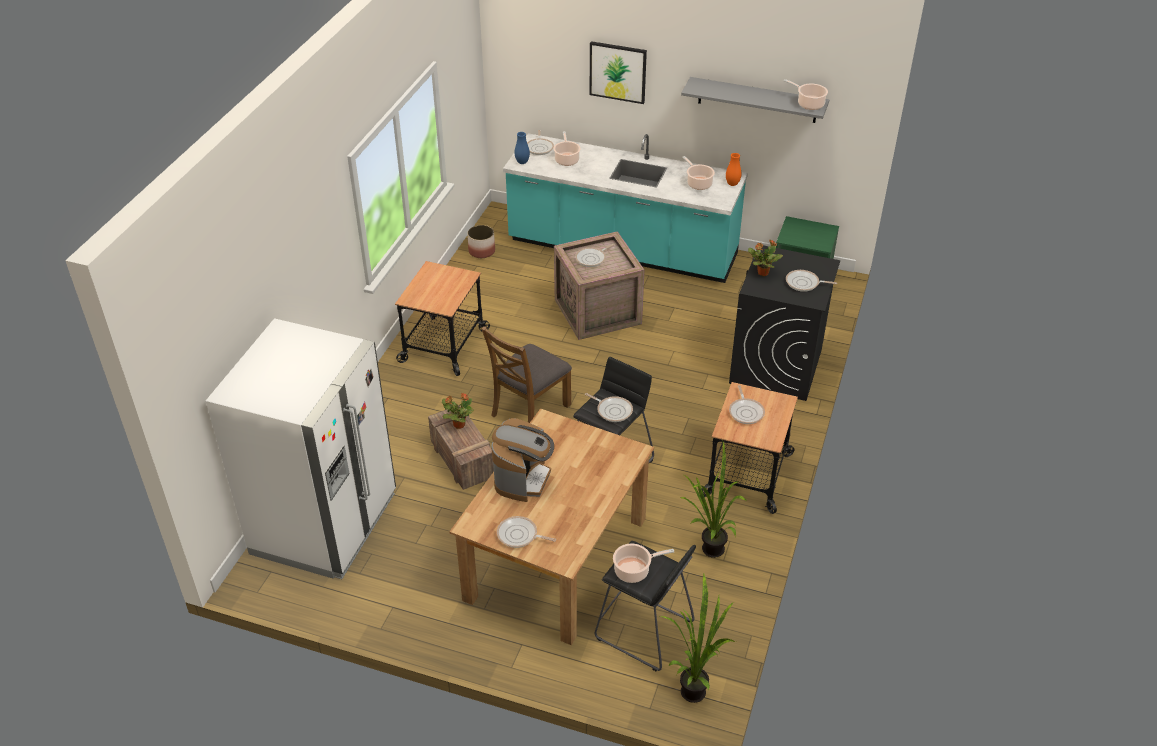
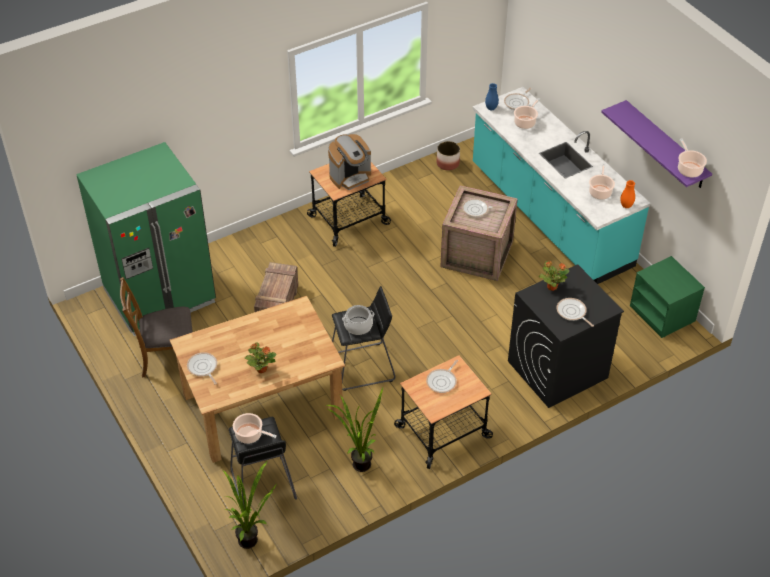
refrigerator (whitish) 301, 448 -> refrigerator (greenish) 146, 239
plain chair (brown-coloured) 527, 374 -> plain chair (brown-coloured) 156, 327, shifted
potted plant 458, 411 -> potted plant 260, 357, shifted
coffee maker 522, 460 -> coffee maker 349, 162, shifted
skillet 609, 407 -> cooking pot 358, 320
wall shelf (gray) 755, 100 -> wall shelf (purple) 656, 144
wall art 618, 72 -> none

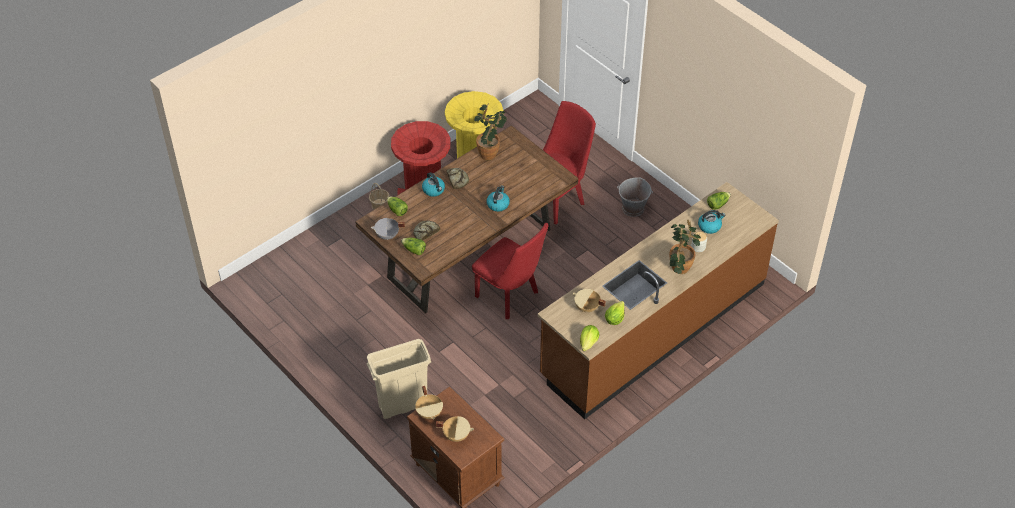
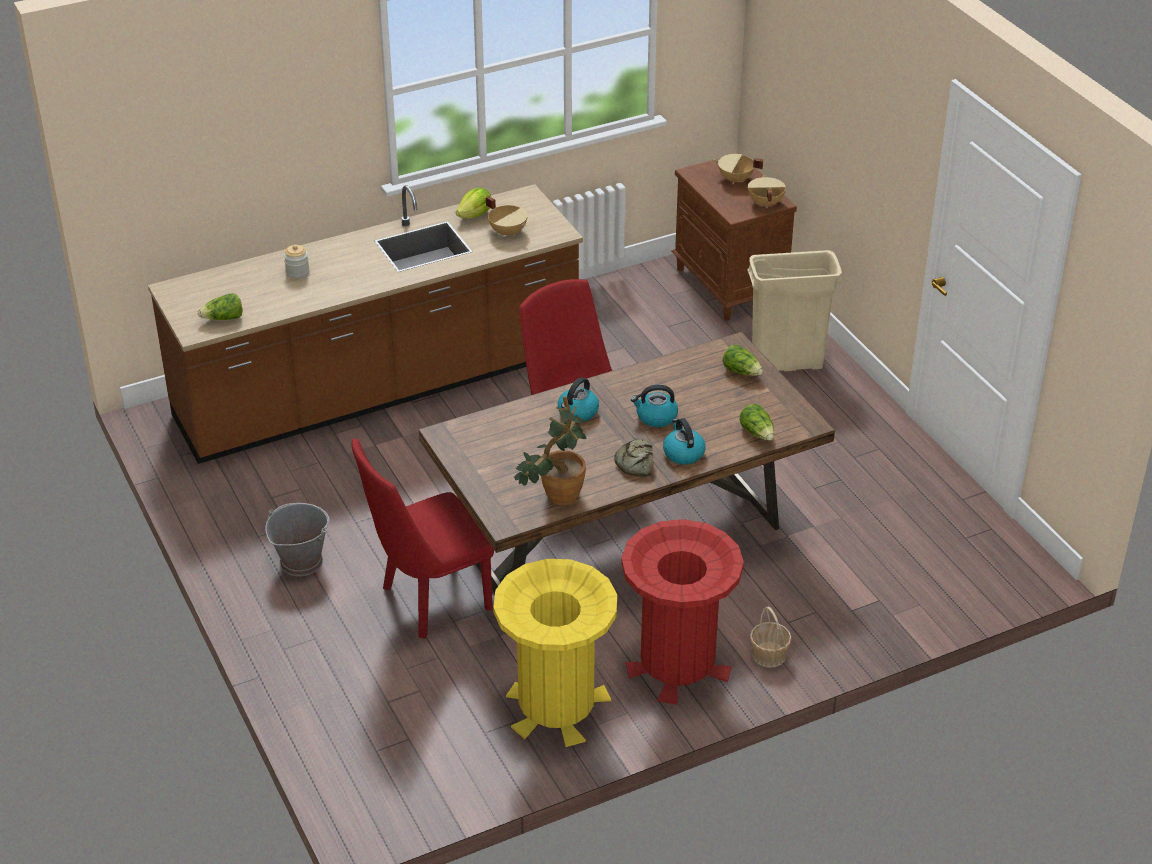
water kettle 711, 222 -> water kettle 654, 406, shifted
cooking pot (gray) 388, 229 -> none
bread 426, 230 -> none
lettuce head 589, 338 -> none
potted plant 685, 247 -> none

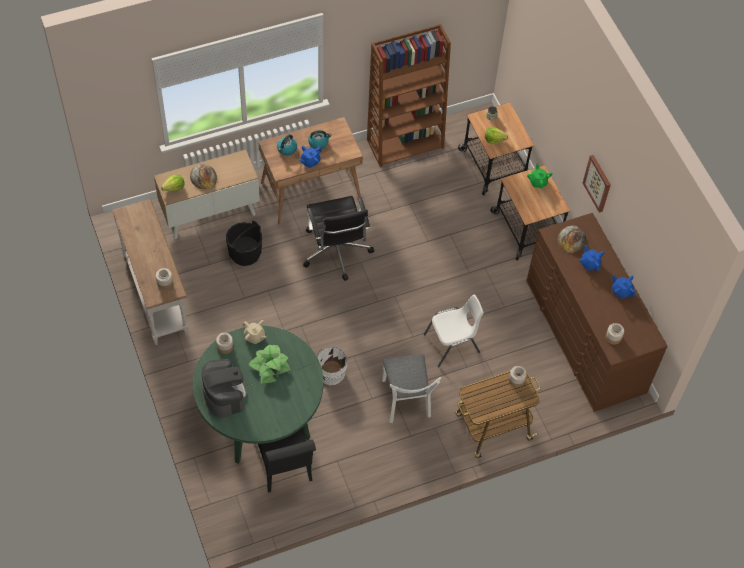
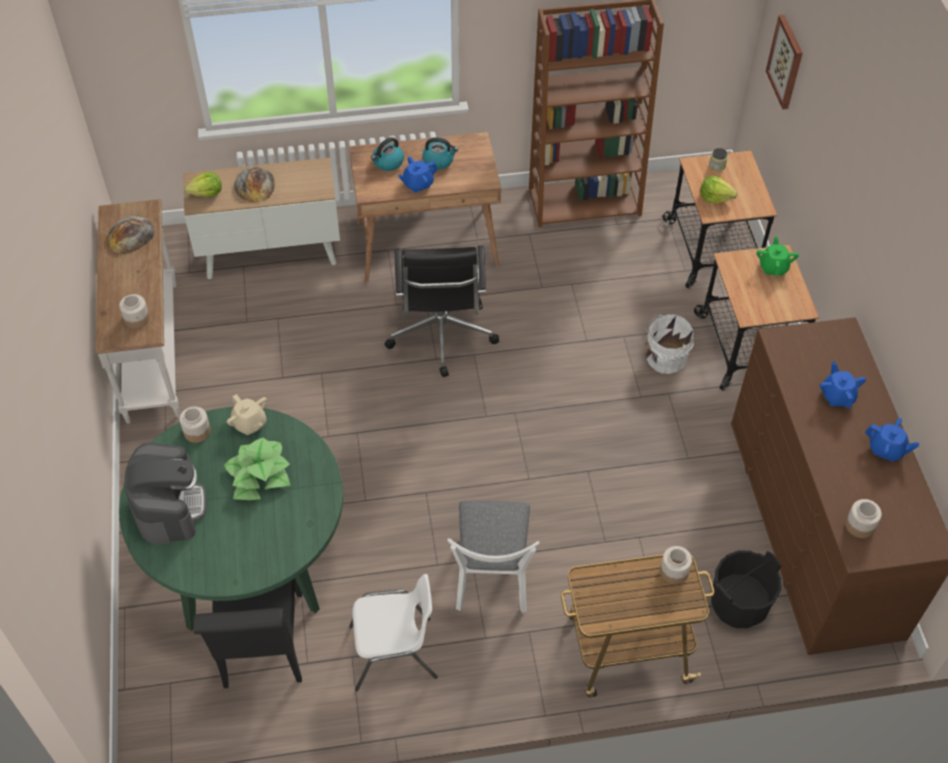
bread 572, 239 -> bread 130, 235, shifted
plain chair (whitish) 453, 330 -> plain chair (whitish) 393, 632, shifted
pail (whitish) 332, 366 -> pail (whitish) 668, 344, shifted
pail (black-coloured) 244, 243 -> pail (black-coloured) 746, 589, shifted
wall art 597, 184 -> wall art 784, 62, shifted
pot for tea (blue) 623, 287 -> pot for tea (blue) 892, 440, 150 degrees clockwise

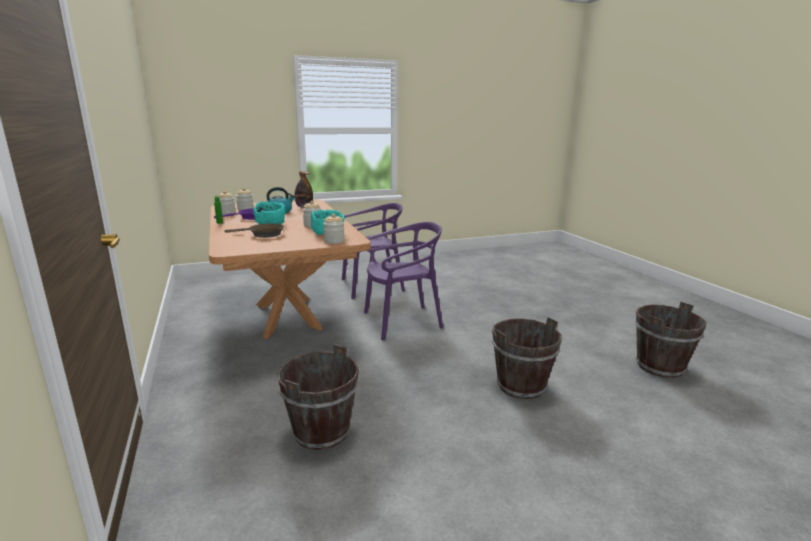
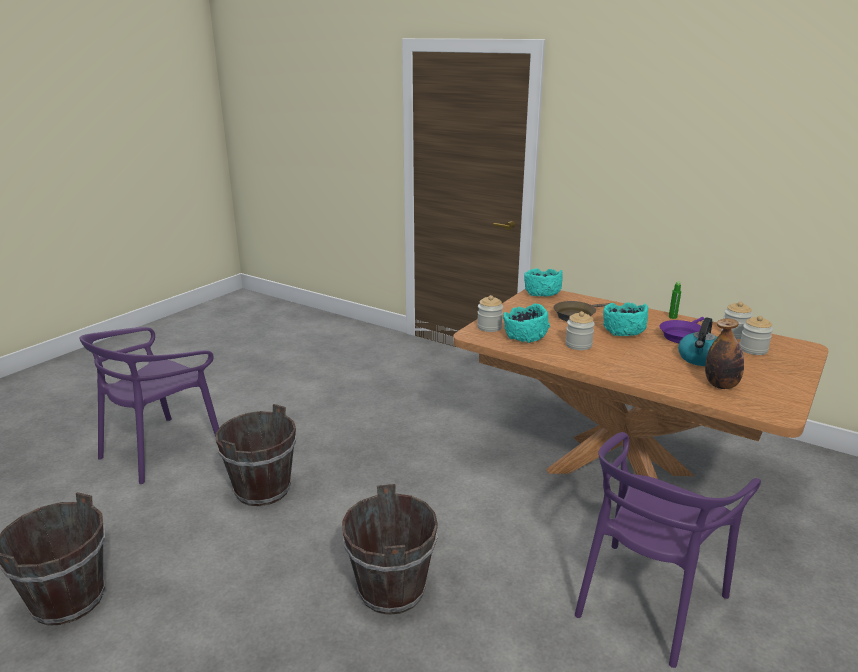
plain chair (purple) 403, 281 -> plain chair (purple) 149, 405, shifted
pail (brown-coloured) 318, 397 -> pail (brown-coloured) 390, 549, shifted
none -> deep dish (turquoise) 543, 282

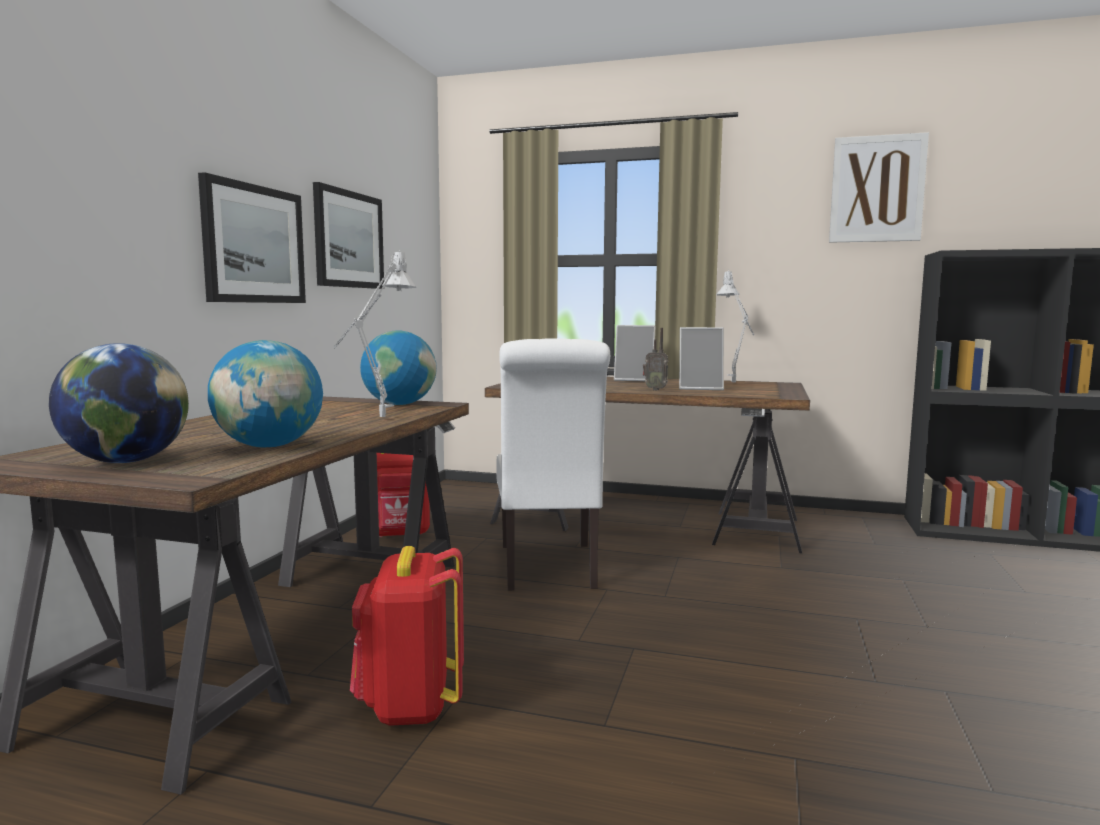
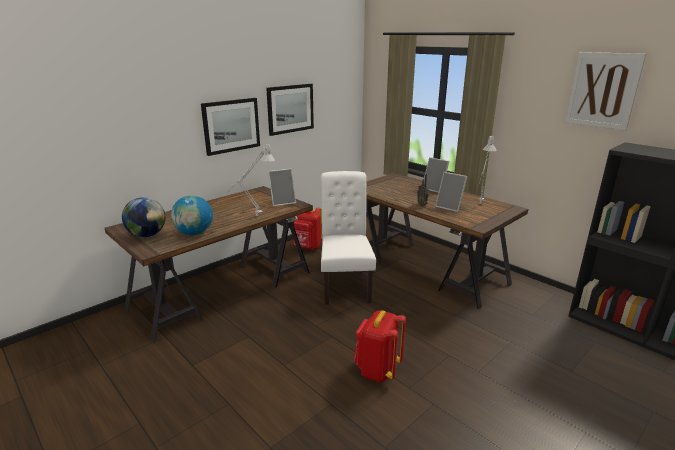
globe 398, 368 -> standing frame 282, 188
plain chair (whitish) 553, 464 -> plain chair (whitish) 348, 238, 150 degrees clockwise
backpack (red) 407, 636 -> backpack (red) 380, 346, shifted

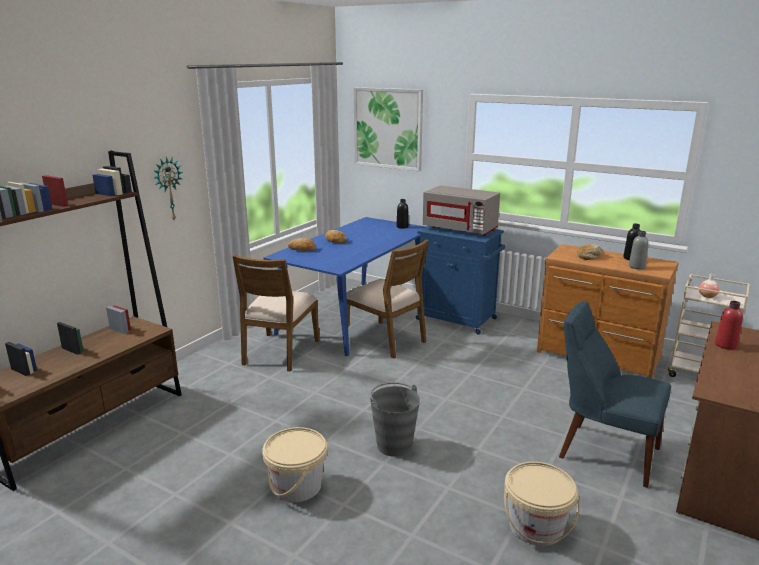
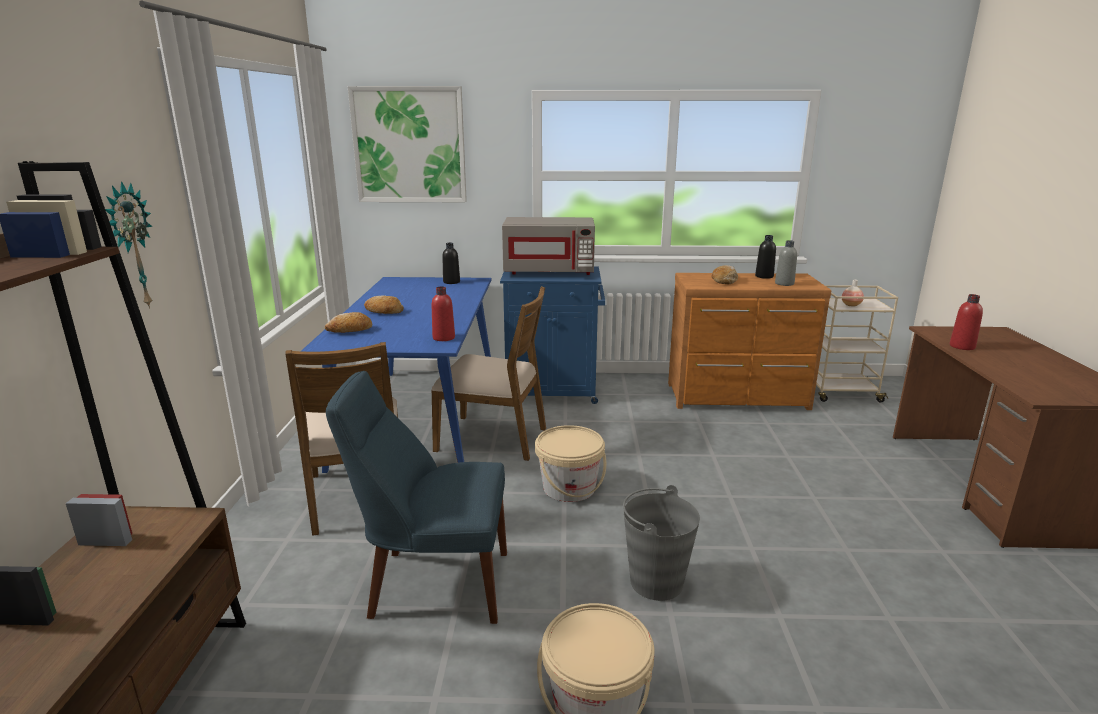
plain chair (blue) 615, 394 -> plain chair (blue) 416, 497, shifted
none -> drink bottle (red) 443, 313
pail (beige) 542, 504 -> pail (beige) 570, 463, shifted

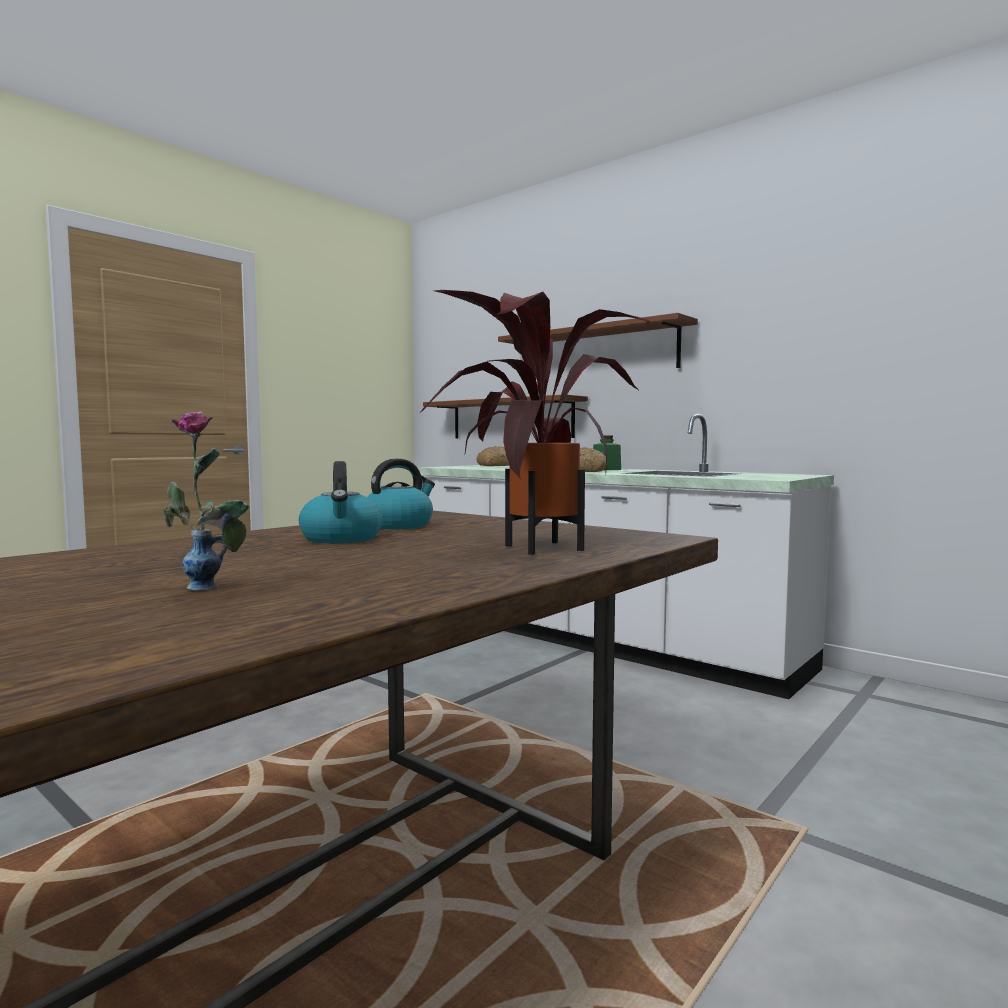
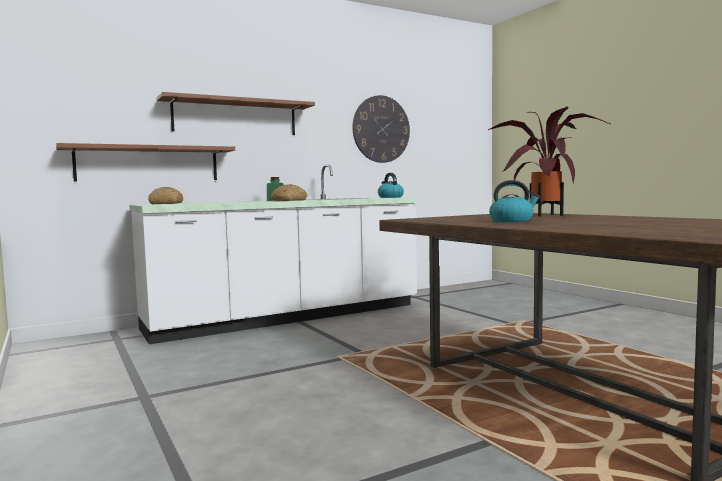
none -> hanging clock 381, 129
water kettle 401, 494 -> water kettle 391, 185, shifted
flower vase 206, 501 -> none

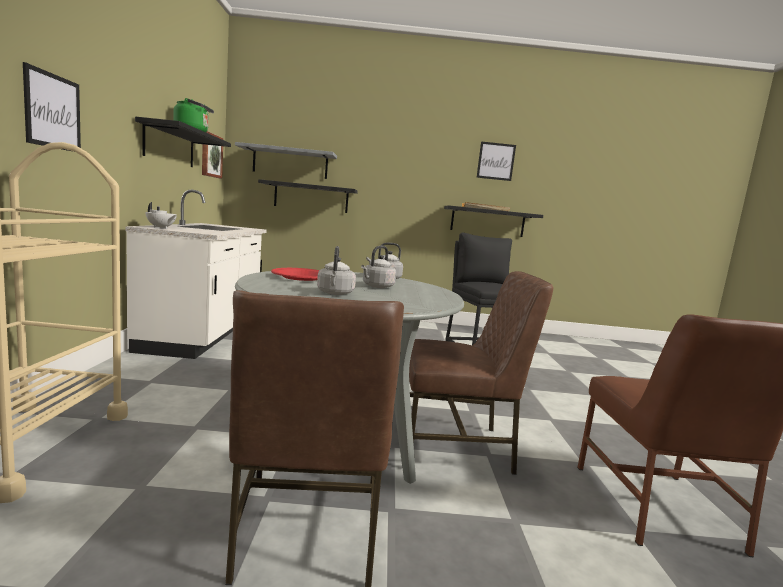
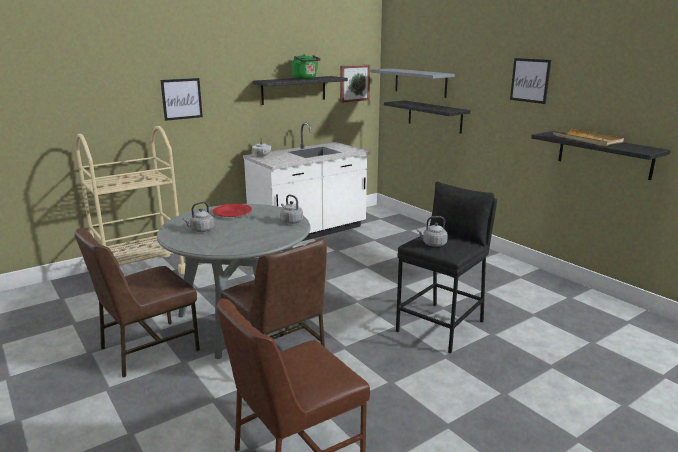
water kettle (gray) 378, 267 -> water kettle (gray) 432, 231, shifted
wall art 496, 161 -> wall art 530, 81, shifted

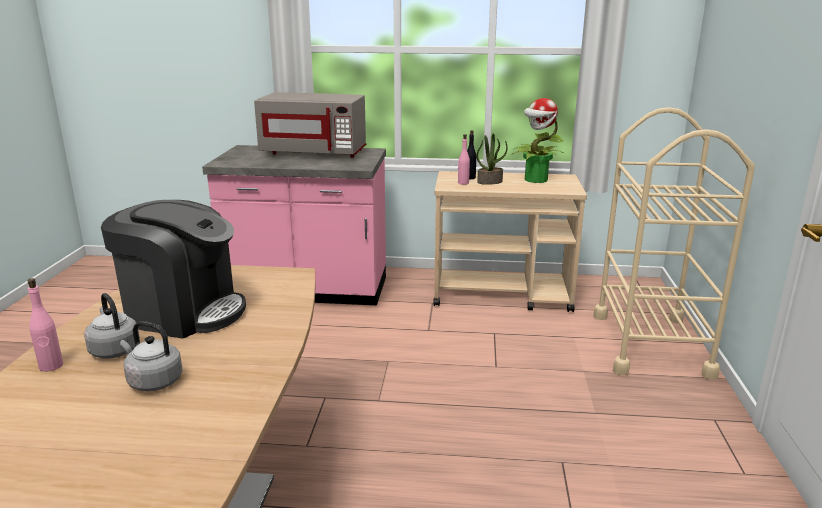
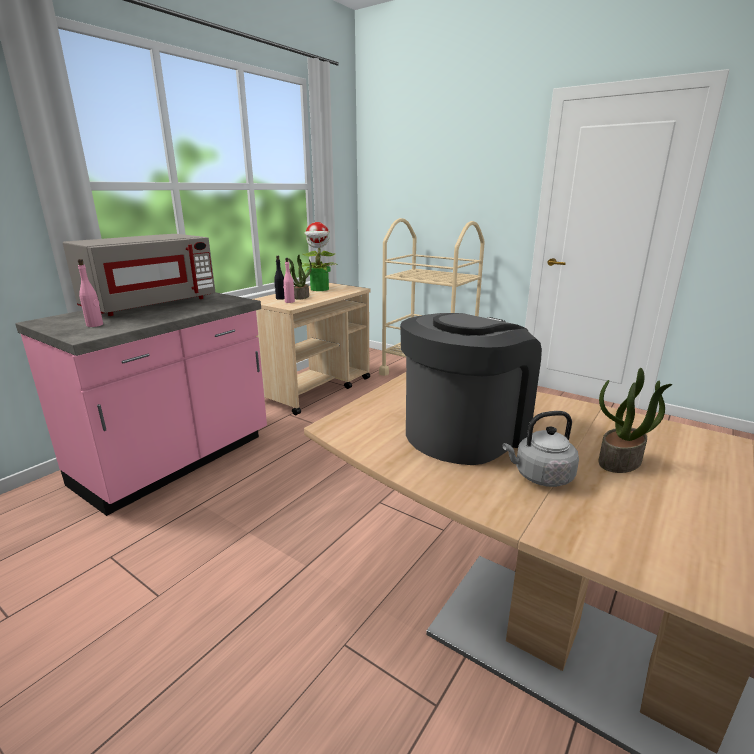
drink bottle (pinkish) 45, 325 -> drink bottle (pinkish) 90, 293, shifted
water kettle (gray) 151, 356 -> potted plant 635, 420

